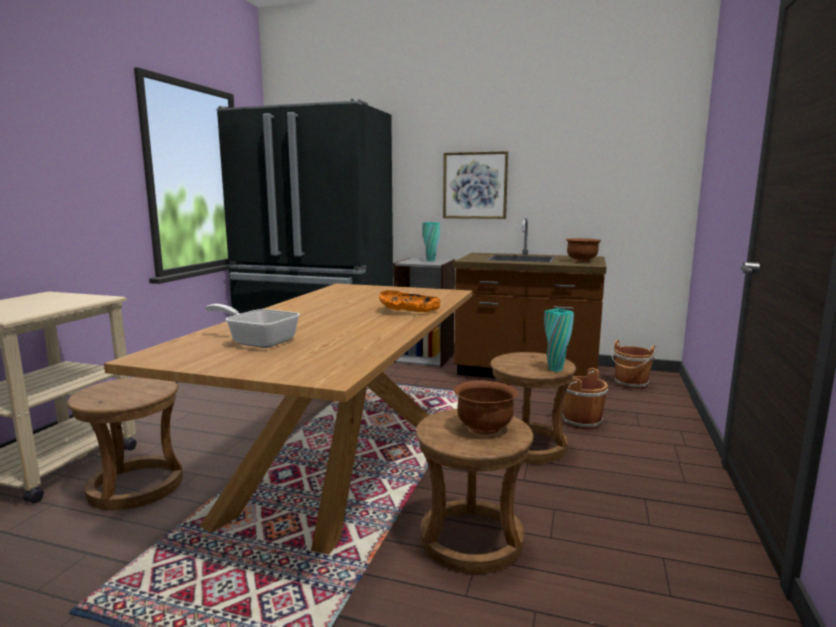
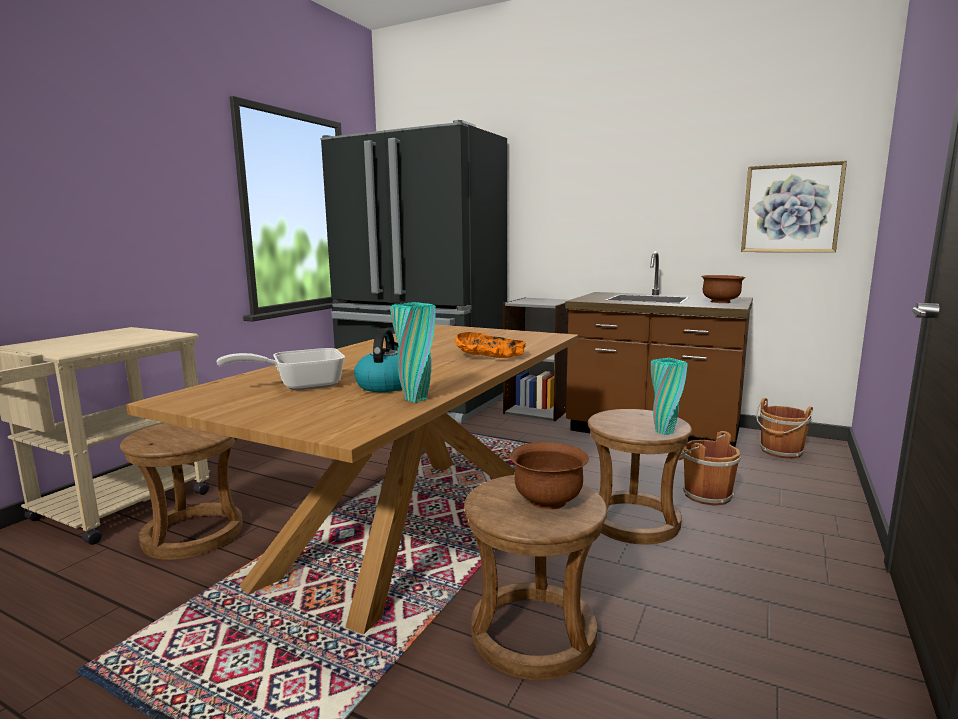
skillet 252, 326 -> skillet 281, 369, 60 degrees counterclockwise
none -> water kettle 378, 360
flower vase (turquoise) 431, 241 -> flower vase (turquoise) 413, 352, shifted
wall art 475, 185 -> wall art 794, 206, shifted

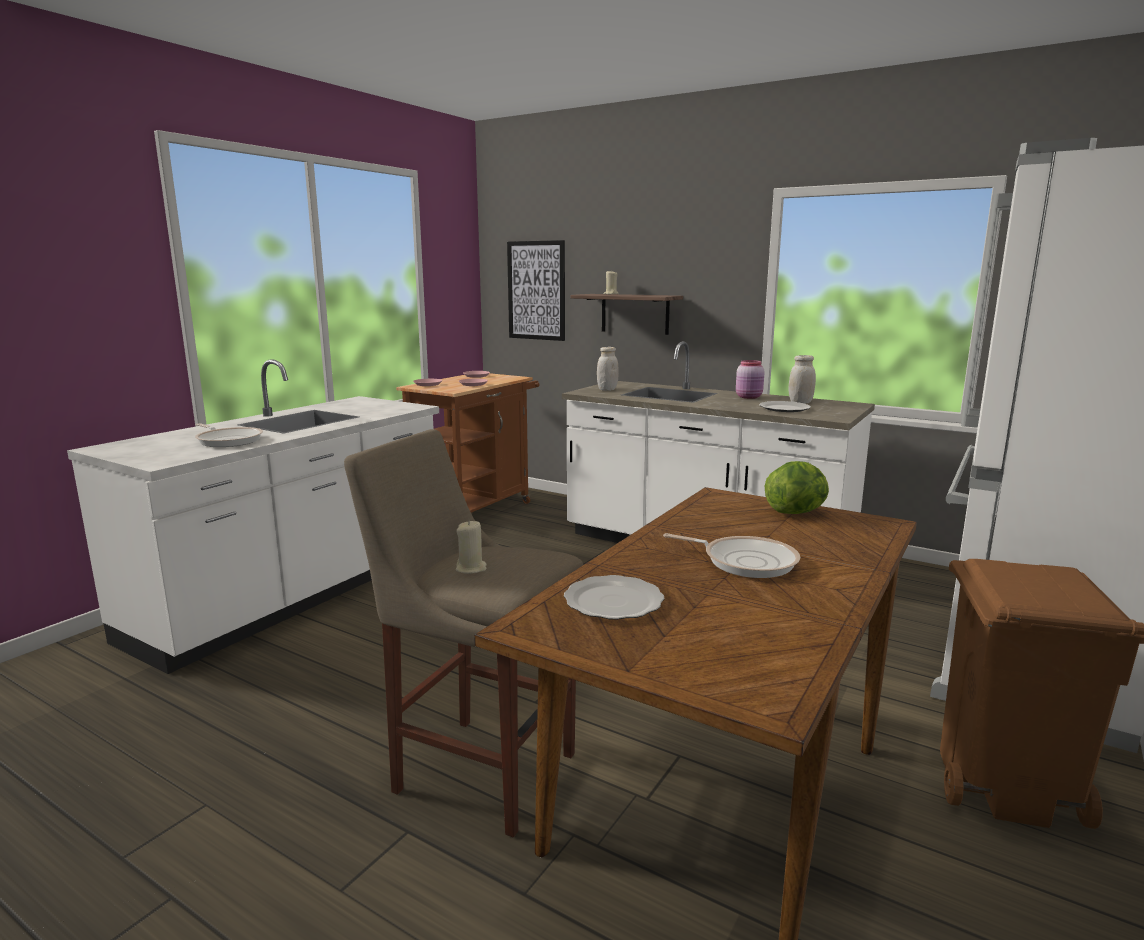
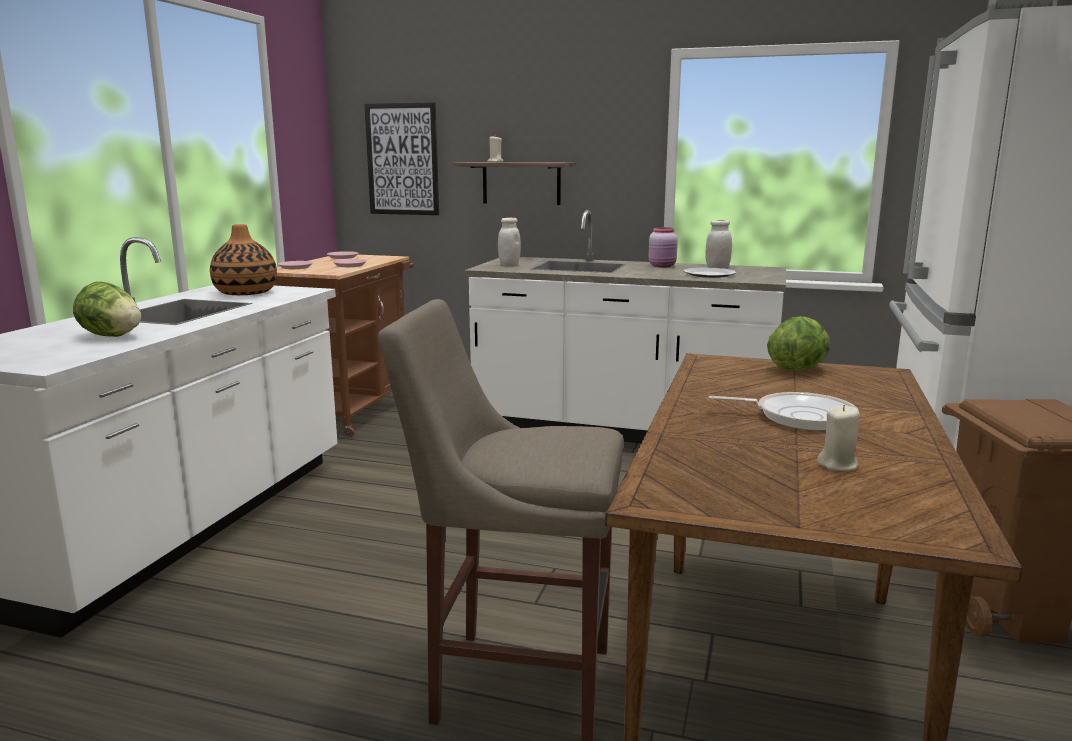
skillet 229, 435 -> lettuce head 107, 309
none -> flower vase 243, 259
wax candle (beige) 471, 547 -> wax candle (beige) 838, 438, shifted
flat dish 614, 597 -> none

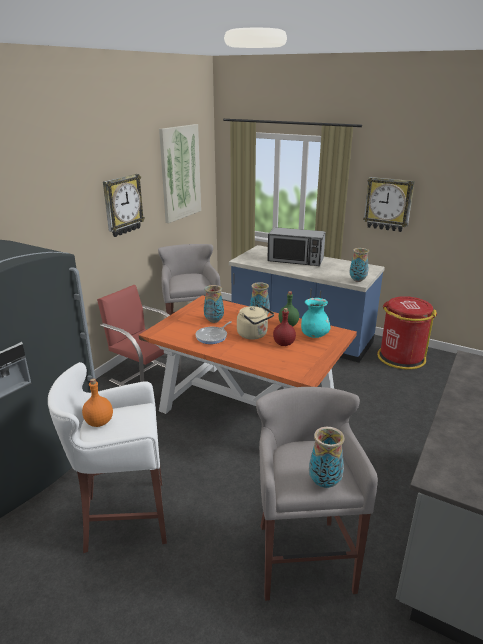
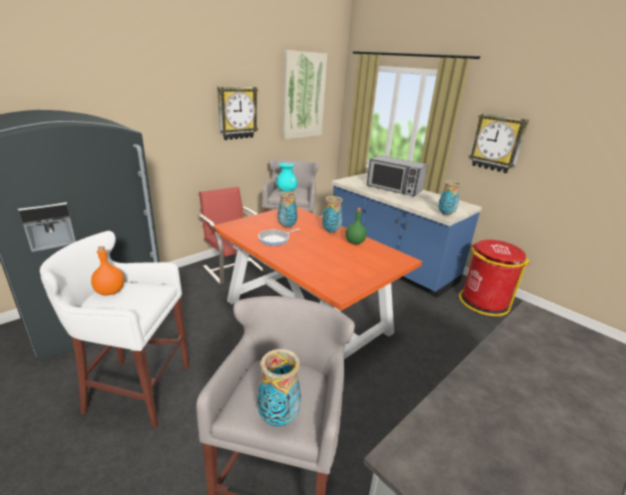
flower vase (turquoise) 315, 318 -> flower vase (turquoise) 287, 177, shifted
water kettle (beige) 255, 322 -> none
drink bottle (red) 284, 327 -> none

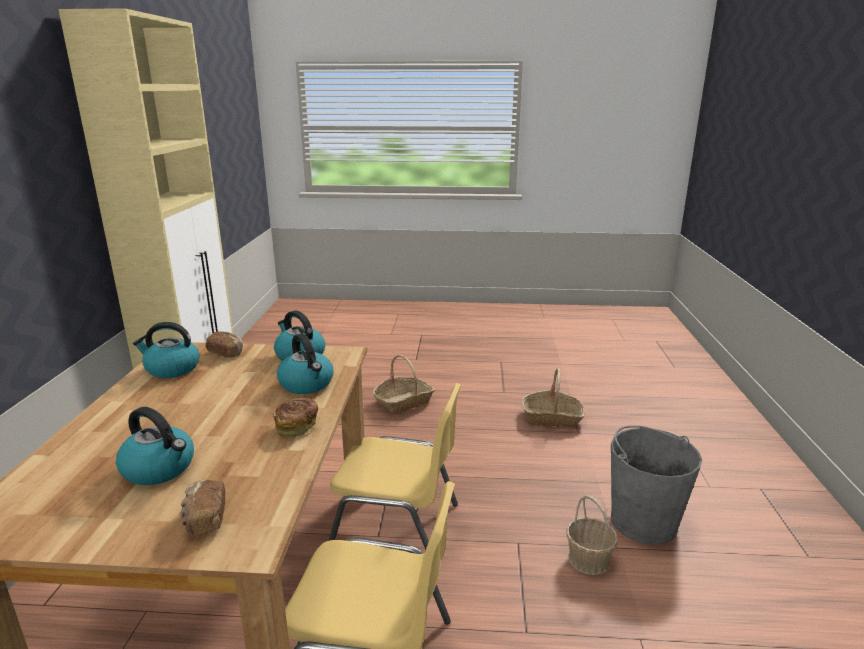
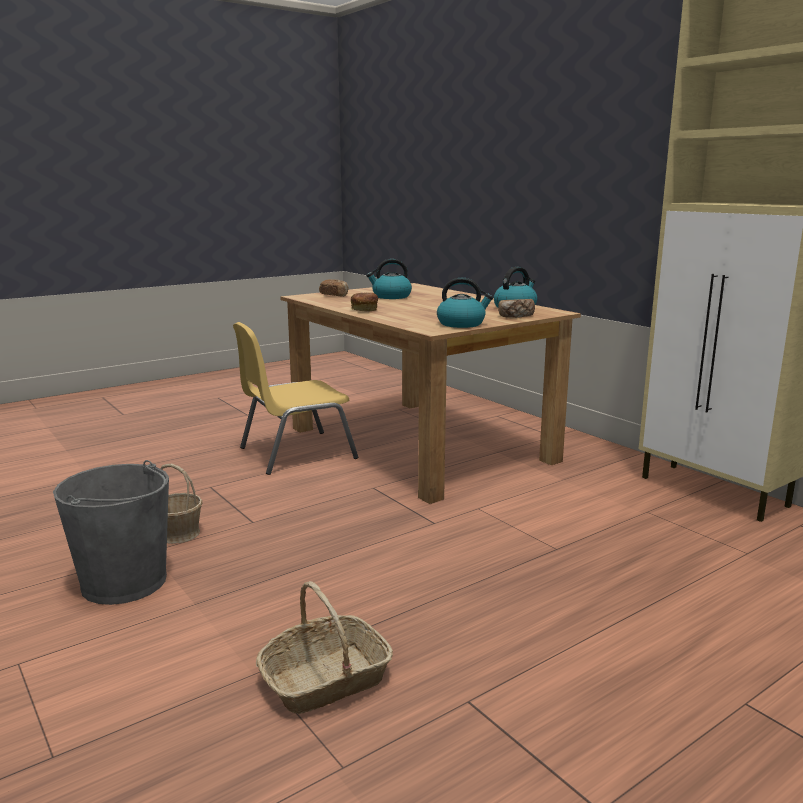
water kettle 305, 364 -> none
plain chair (yellowish) 395, 466 -> none
storage basket 404, 384 -> none

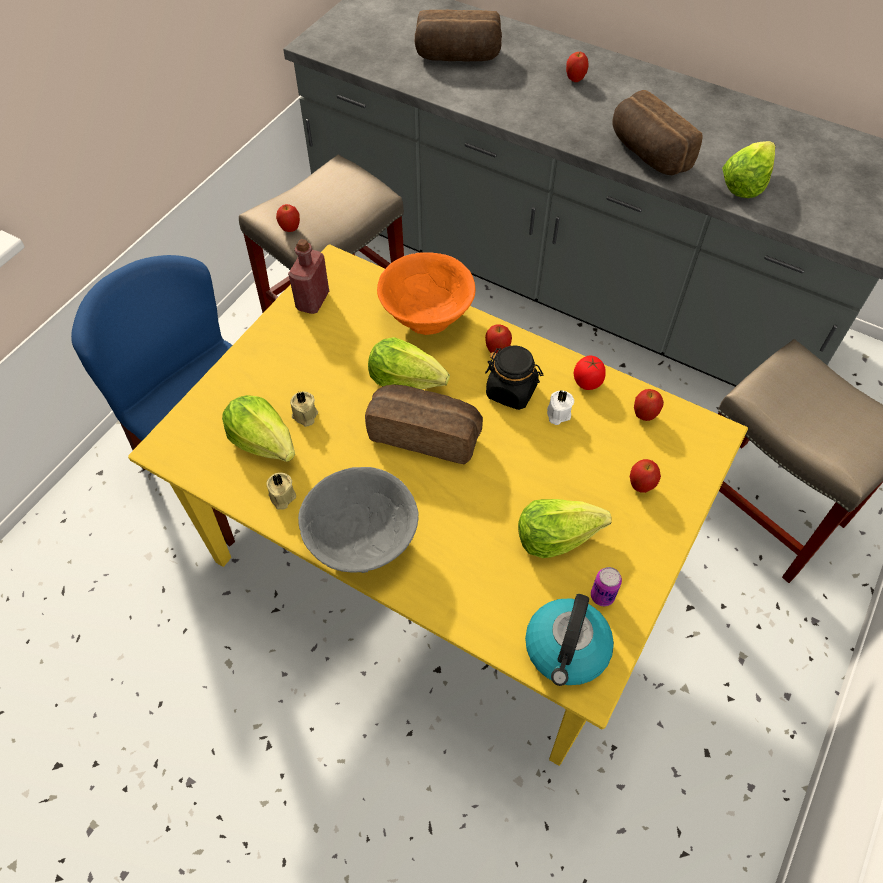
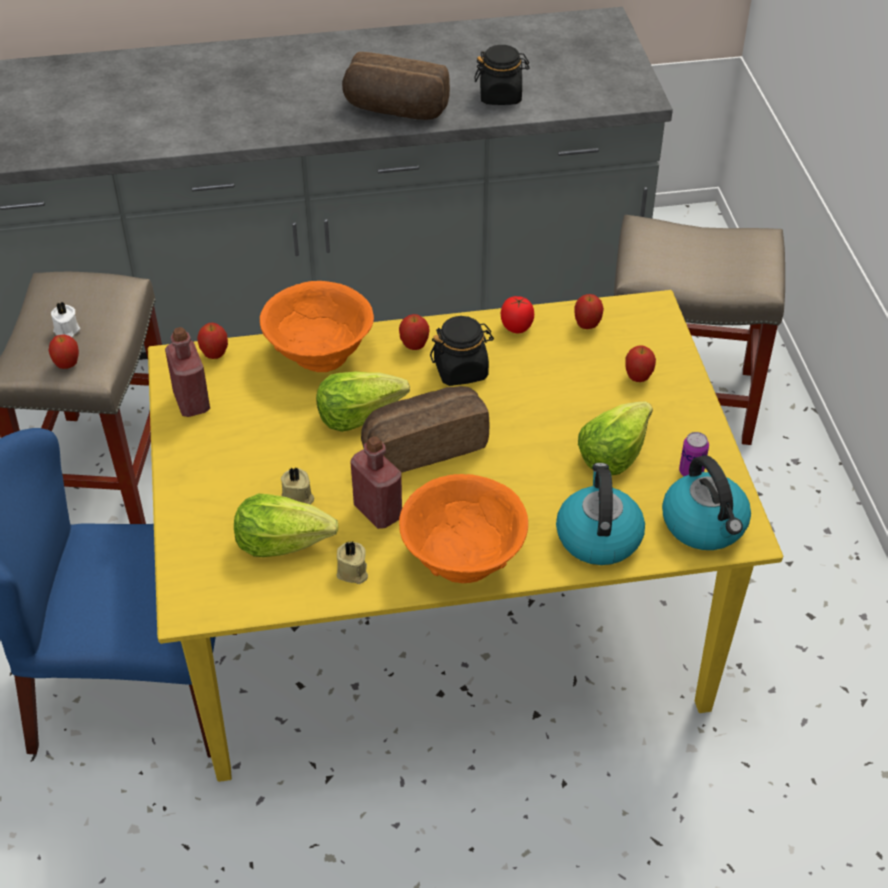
wax candle (whitish) 560, 407 -> wax candle (whitish) 65, 320, shifted
apple fruit 577, 67 -> apple fruit 212, 341, shifted
none -> drink bottle (red) 376, 482
deep dish (gray) 358, 520 -> deep dish (orange-coloured) 463, 528
lettuce head 749, 169 -> storage jar (black-coloured) 502, 75
none -> water kettle 600, 514
bread 458, 36 -> none

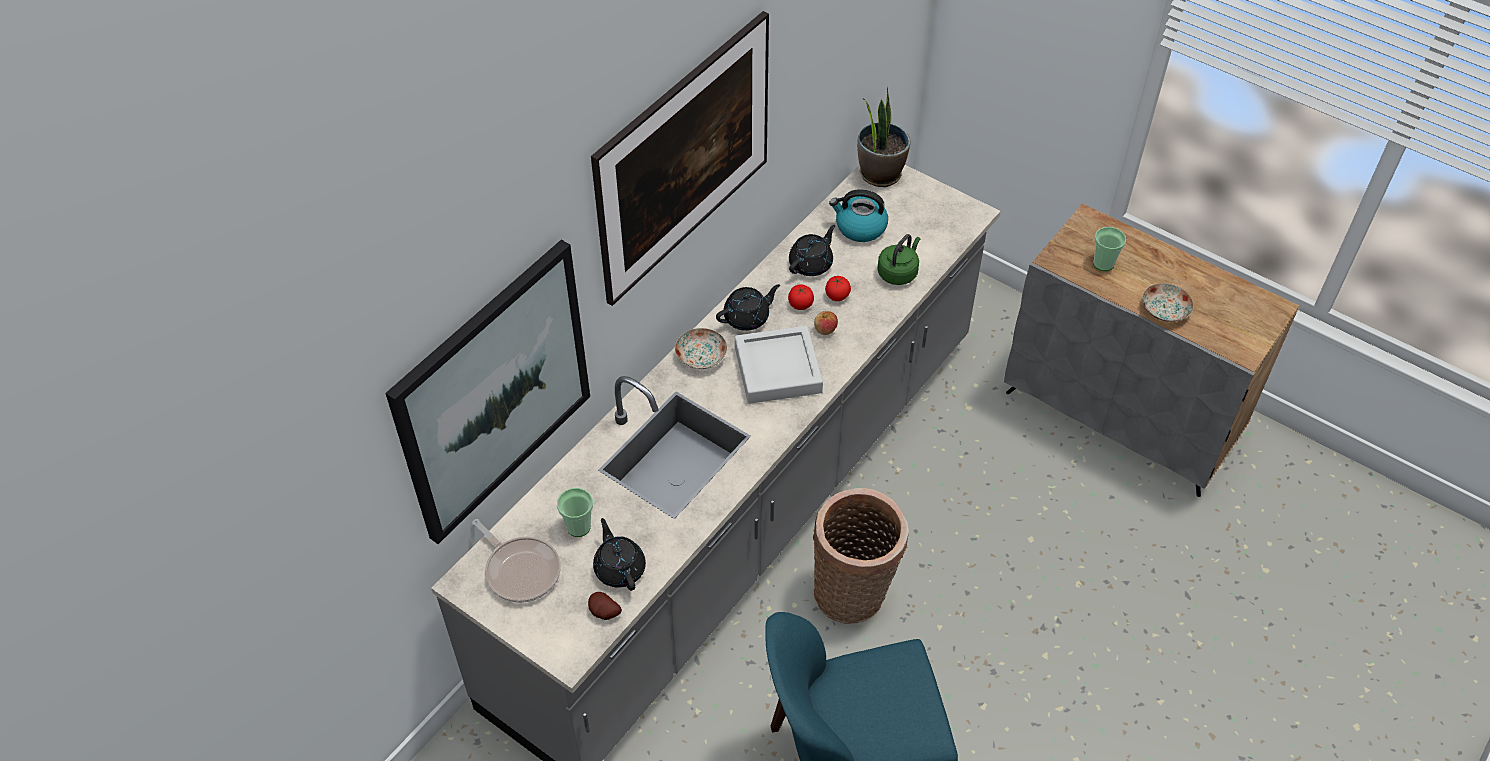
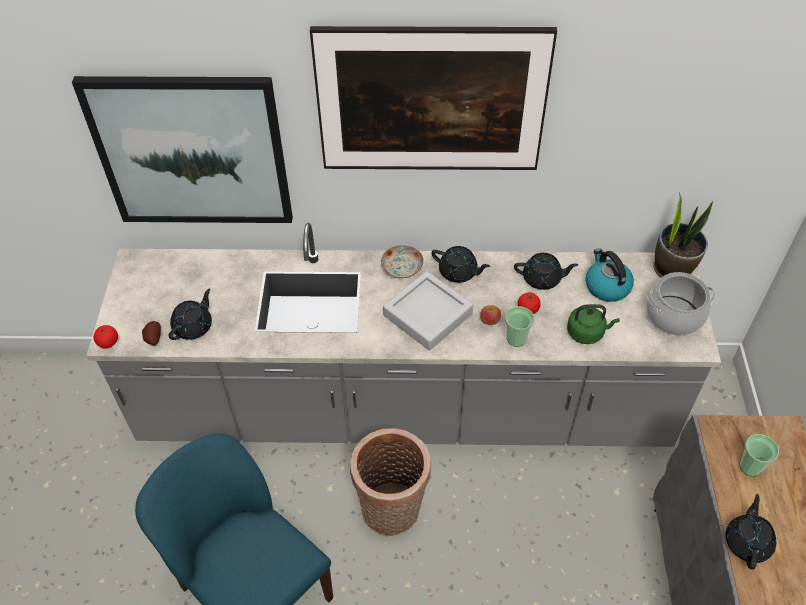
tomato 801, 297 -> tomato 106, 337, shifted
small cup 575, 512 -> small cup 519, 326, shifted
none -> cooking pot 681, 303
flat dish 1167, 302 -> pot for tea (black-coloured) 751, 532
skillet 516, 561 -> none

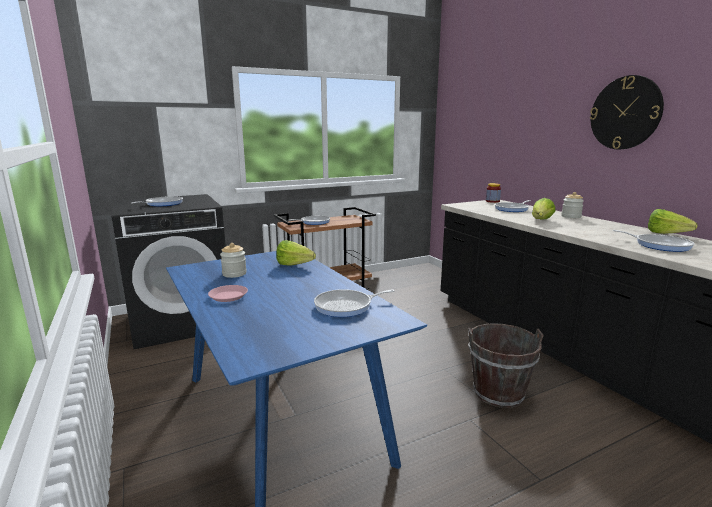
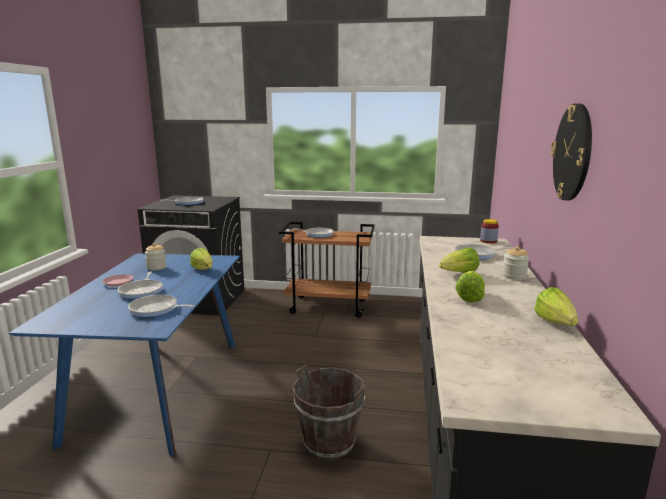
skillet 653, 241 -> skillet 140, 285, shifted
none -> lettuce head 470, 286

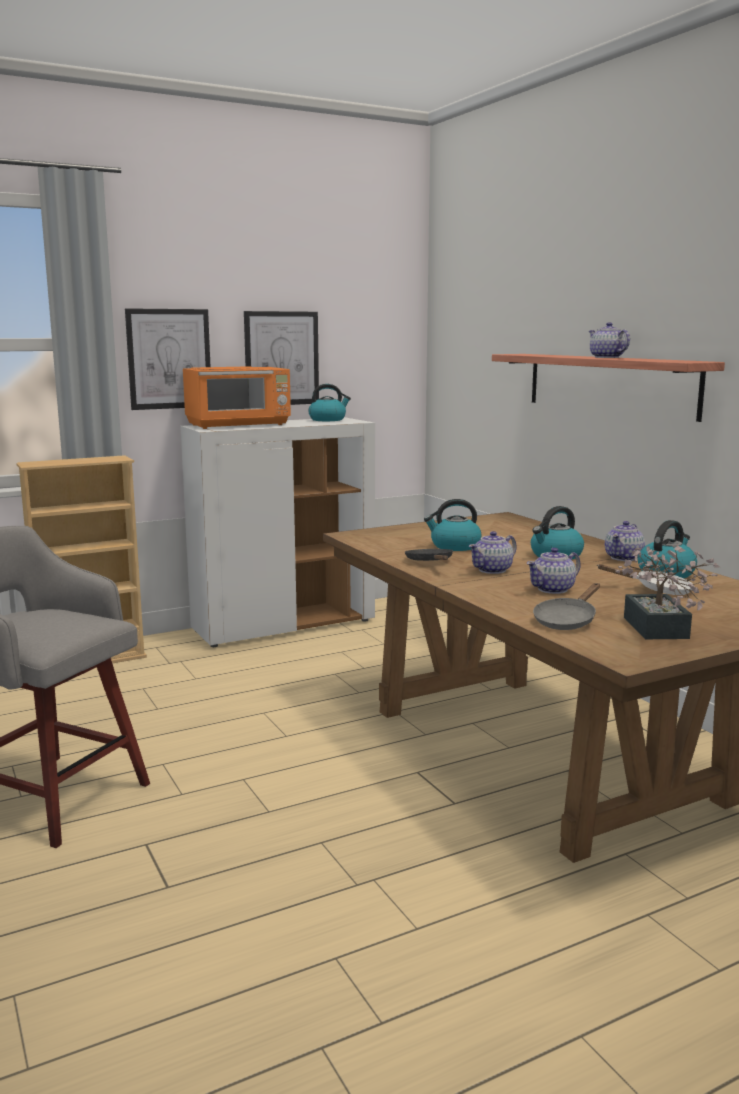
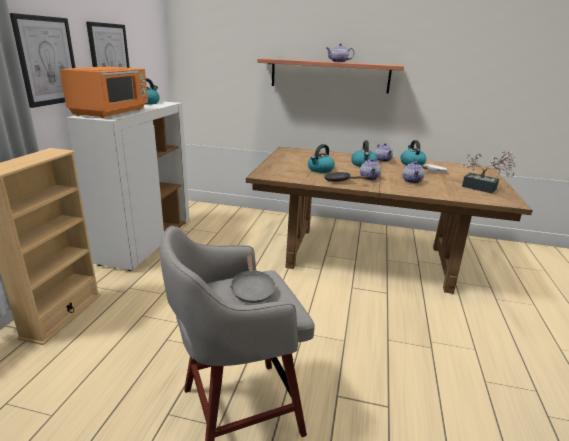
skillet (gray) 566, 606 -> skillet (gray) 253, 278, shifted

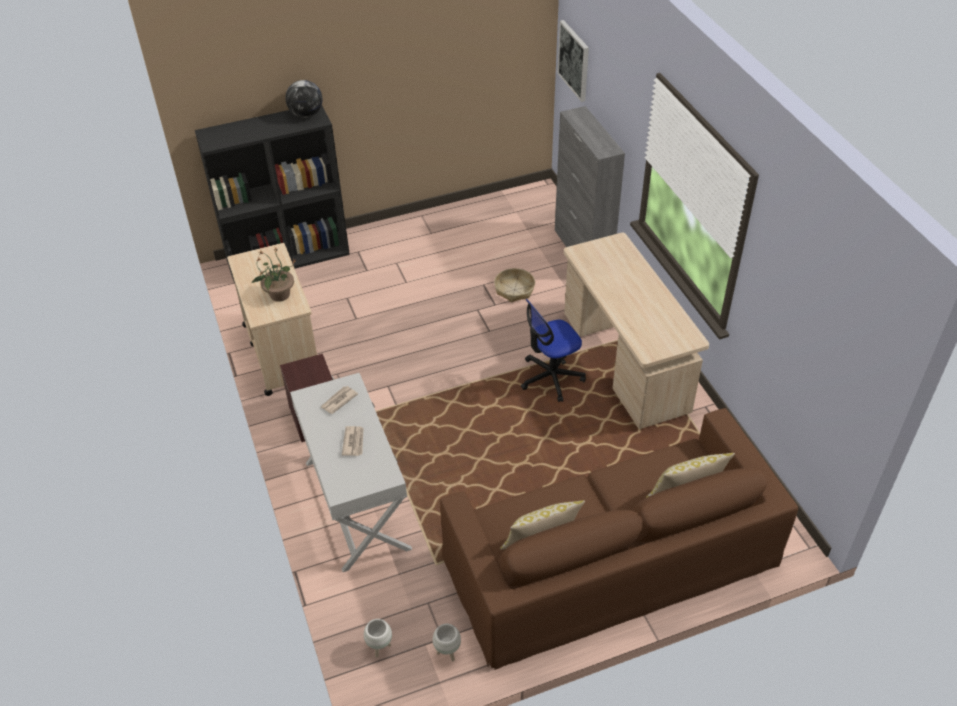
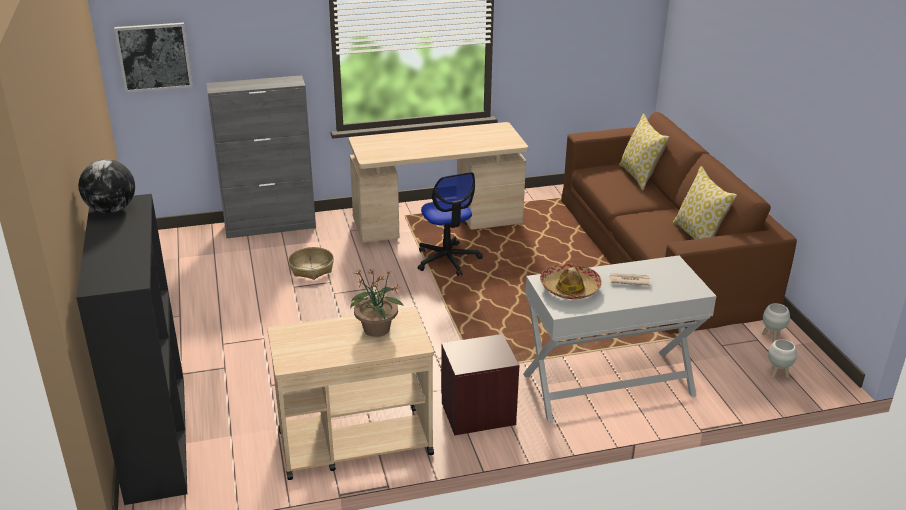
printed paper 339, 400 -> hat 571, 281

